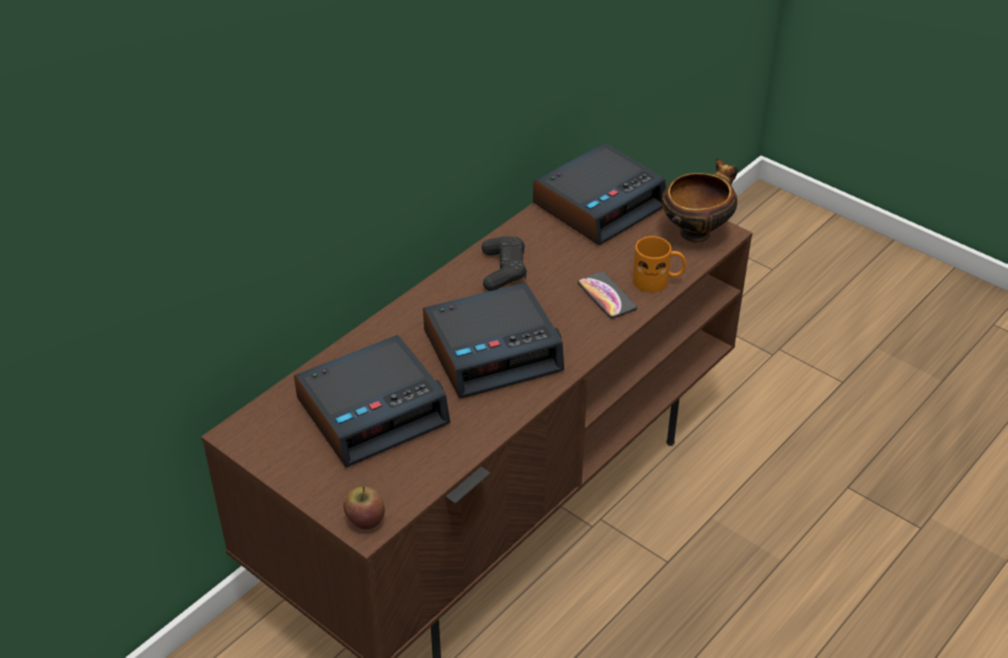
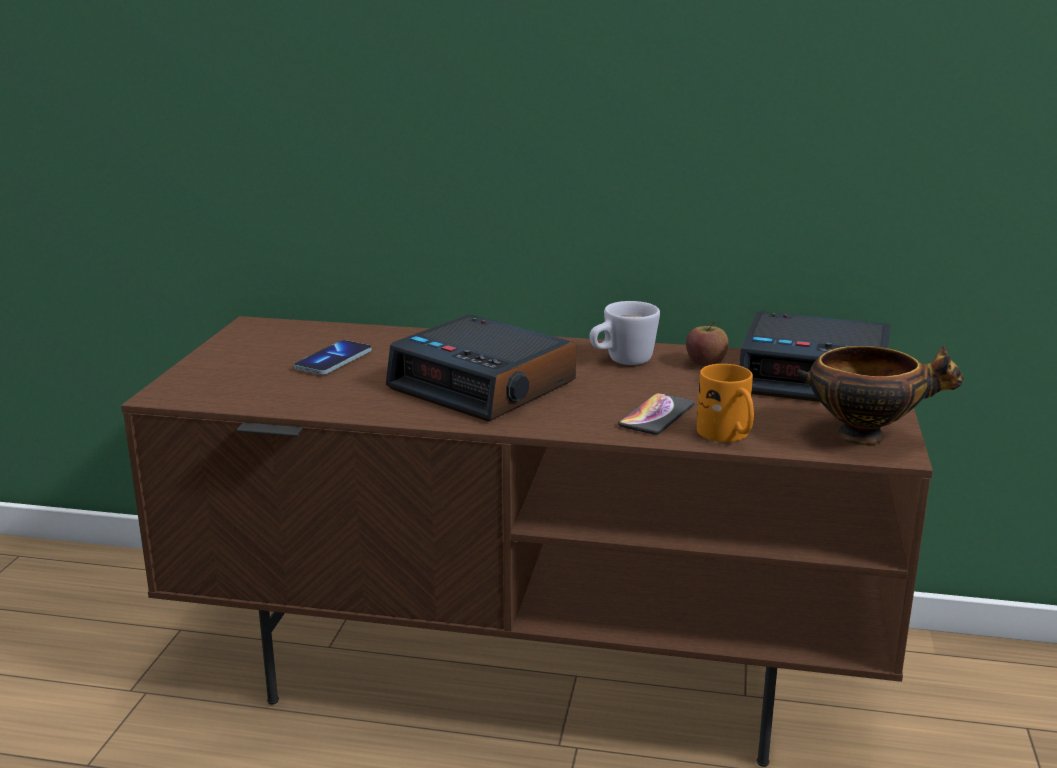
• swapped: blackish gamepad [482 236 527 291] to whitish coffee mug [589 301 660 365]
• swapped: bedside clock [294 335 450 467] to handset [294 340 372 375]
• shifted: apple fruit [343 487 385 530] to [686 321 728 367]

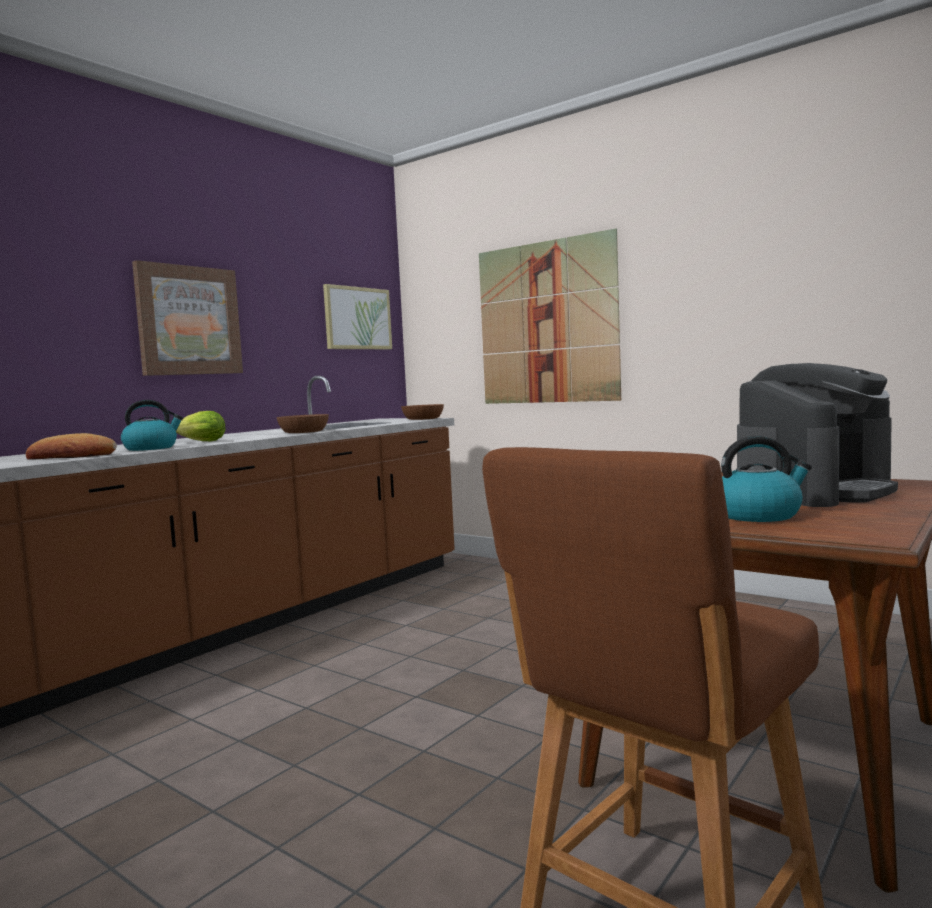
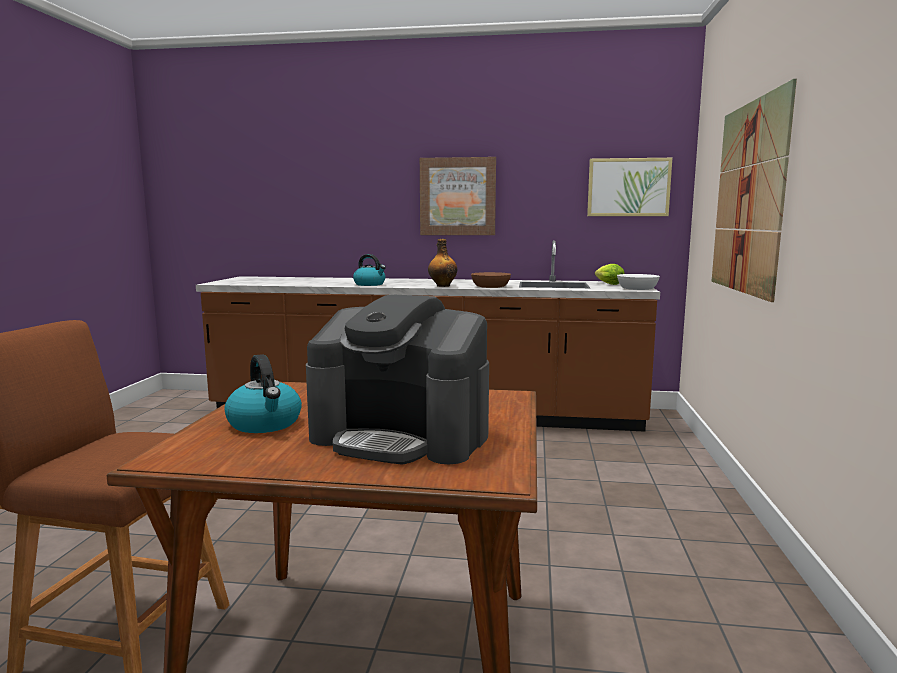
• repainted: brown-coloured deep dish [401 404 444 420] to whitish deep dish [617 274 660 290]
• shifted: head of lettuce [176 411 225 441] to [595 264 625 285]
• gone: bakery bread [26 433 117 460]
• new: bottle [428 239 457 287]

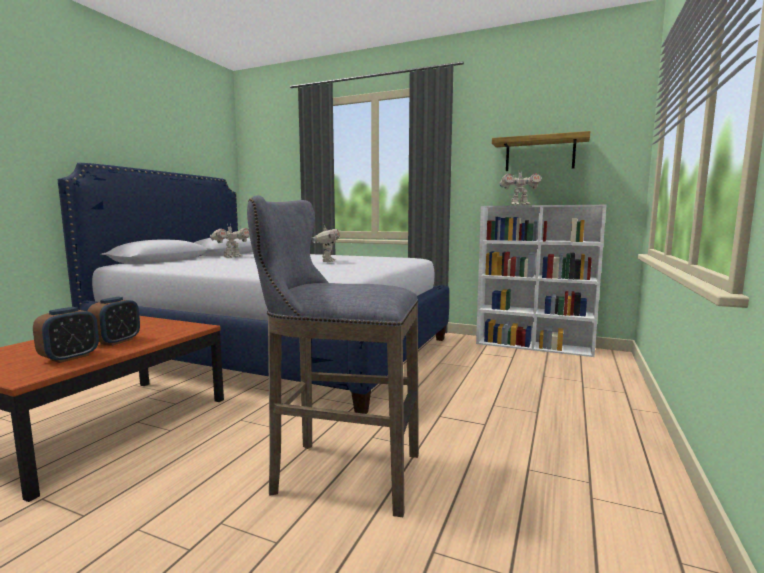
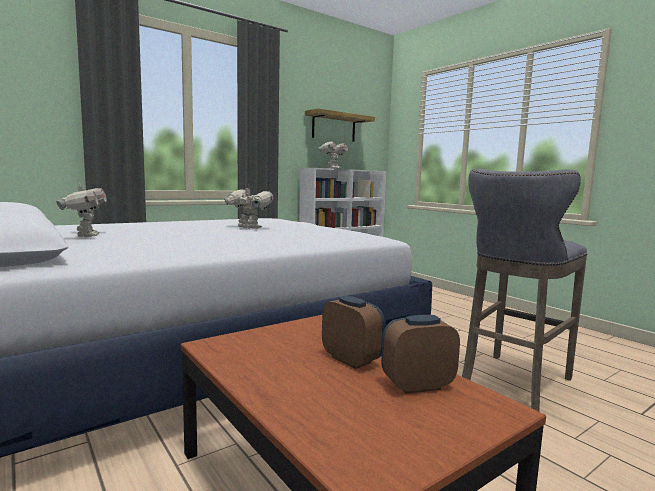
• rotated: bedside clock [33 307 99 363] = [381 315 460 394] 75 degrees counterclockwise

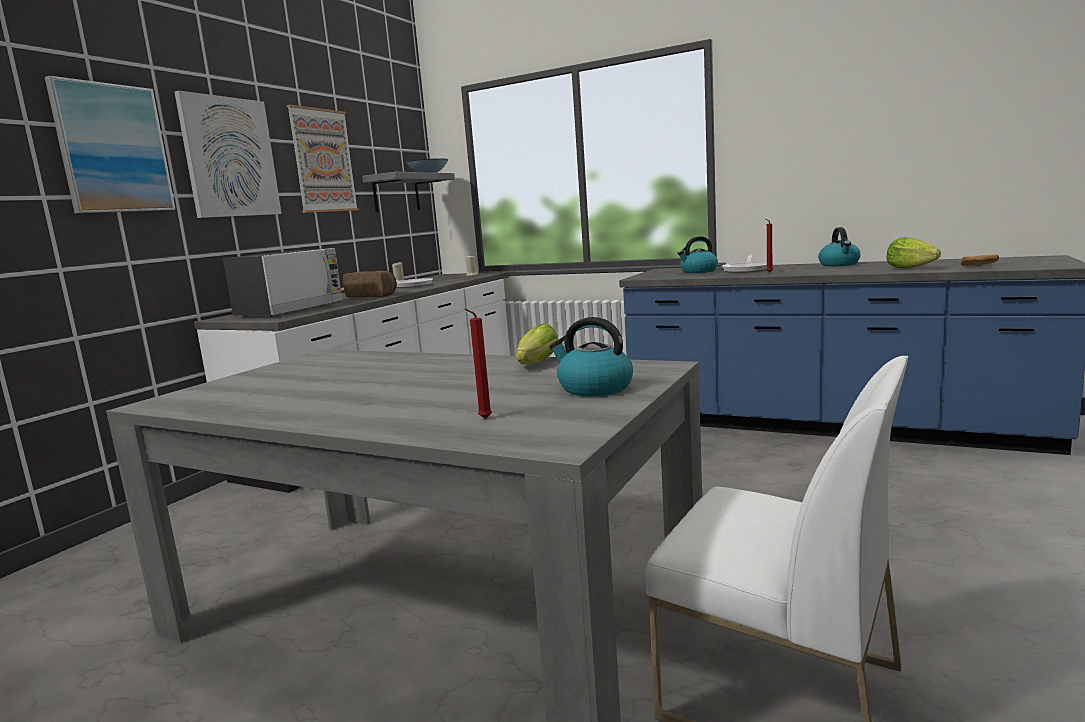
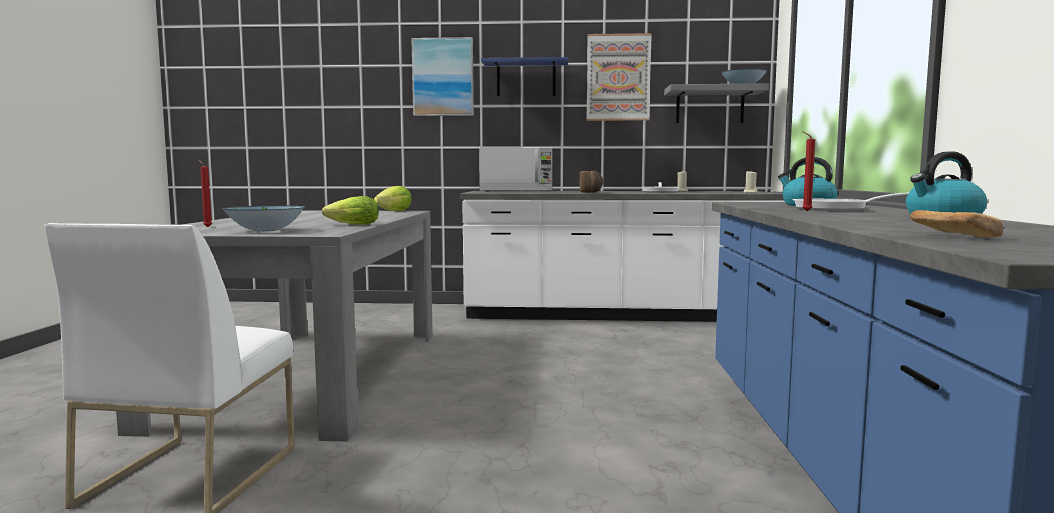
• swapped: wall art [174 91 282 218] to blue-coloured shelf [481 57 568 96]
• shifted: head of lettuce [887 237 941 269] to [374 186 412 211]
• swapped: tea kettle [549 317 633 396] to deep dish [223 205 304 232]

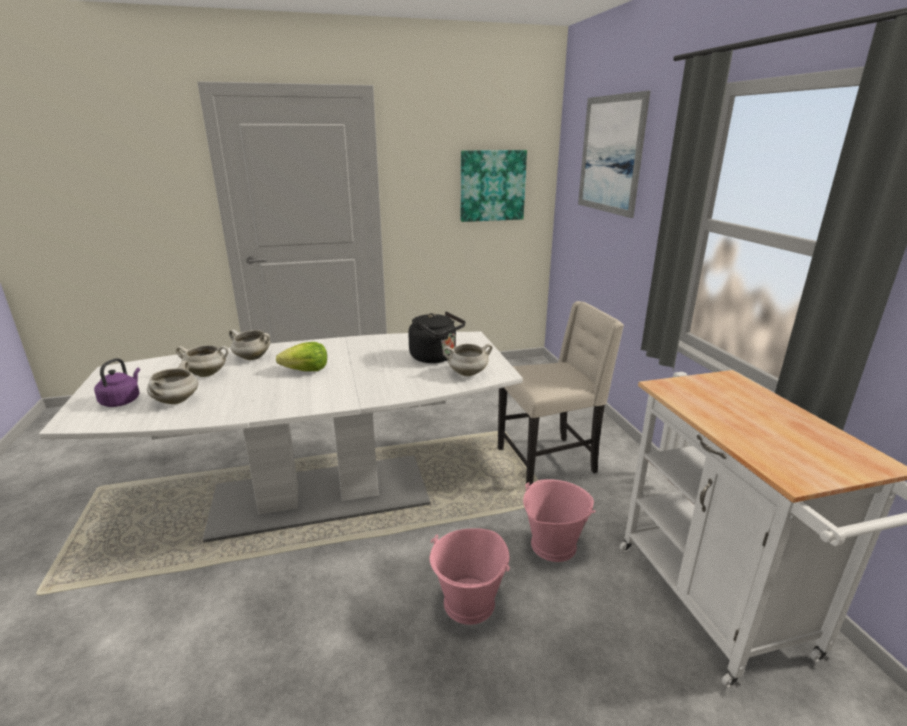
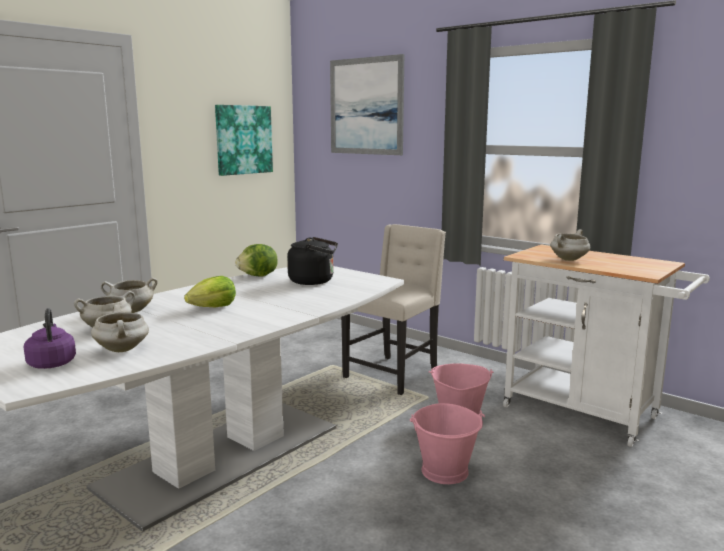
• shifted: whitish cooking pot [443 344 492 376] to [550 229 590 261]
• new: head of lettuce [235 244 278 277]

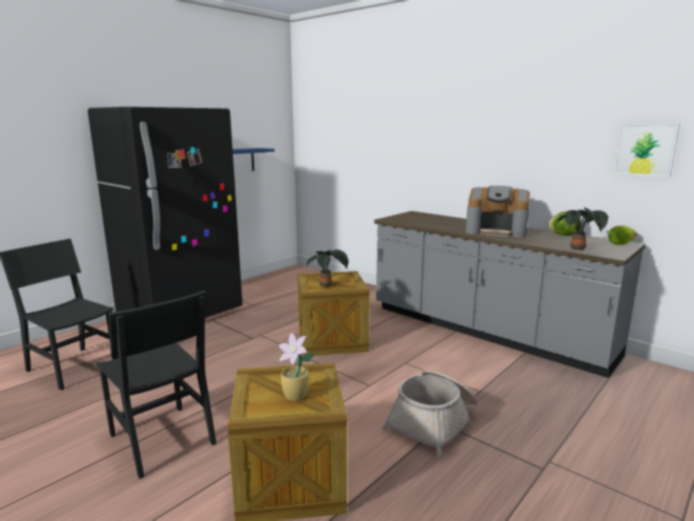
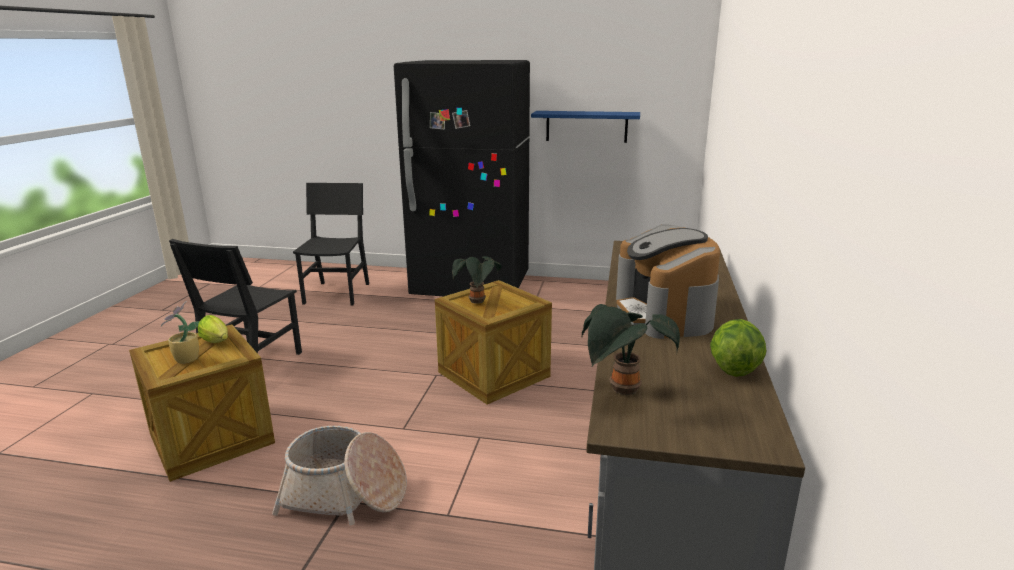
• gone: wall art [613 124 680 177]
• shifted: head of lettuce [608 226 637 245] to [198 315 228 343]

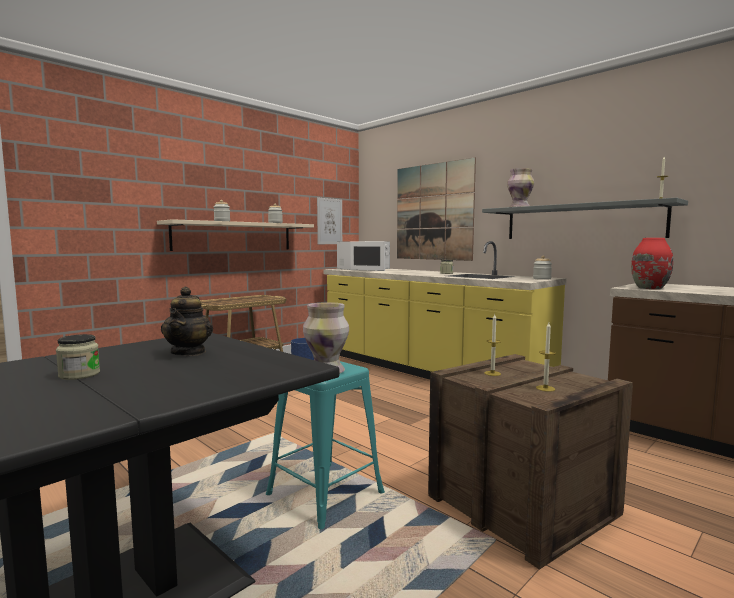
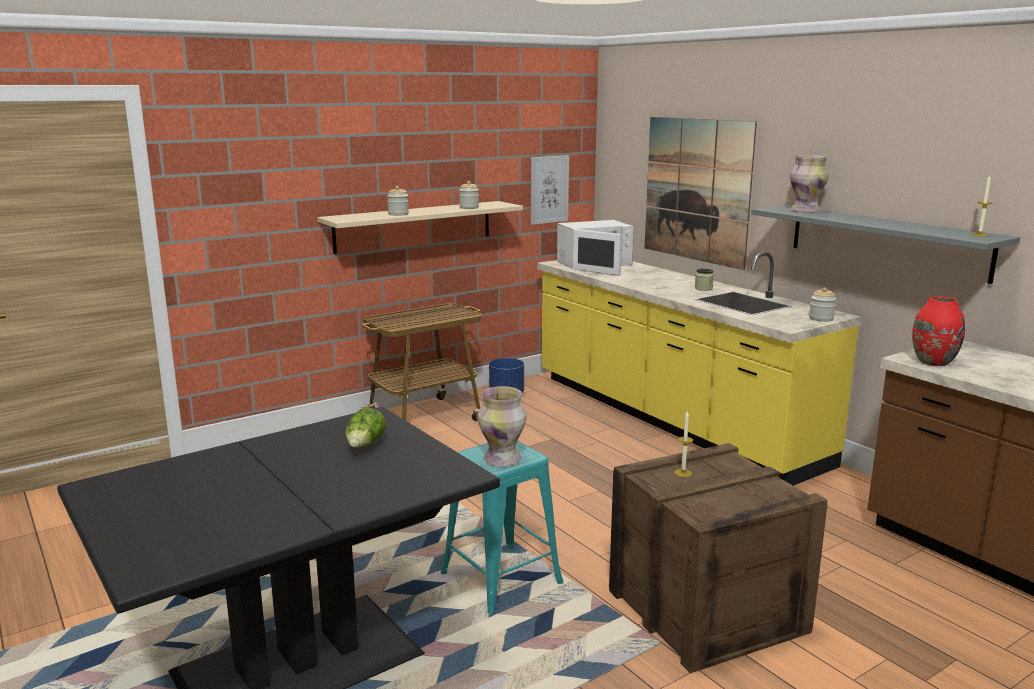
• swapped: teapot [161 287 213 356] to head of lettuce [345 408 386 448]
• gone: wax candle [536 323 556 392]
• gone: preserve jar [56 334 100 380]

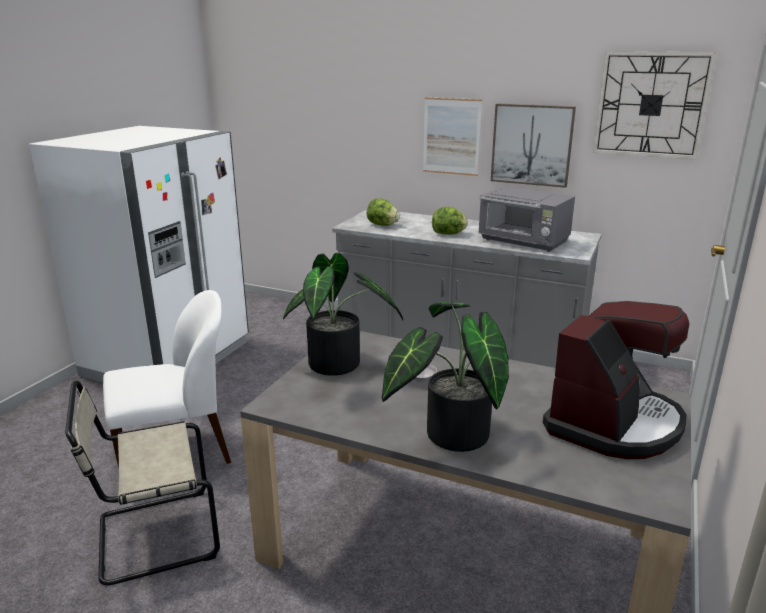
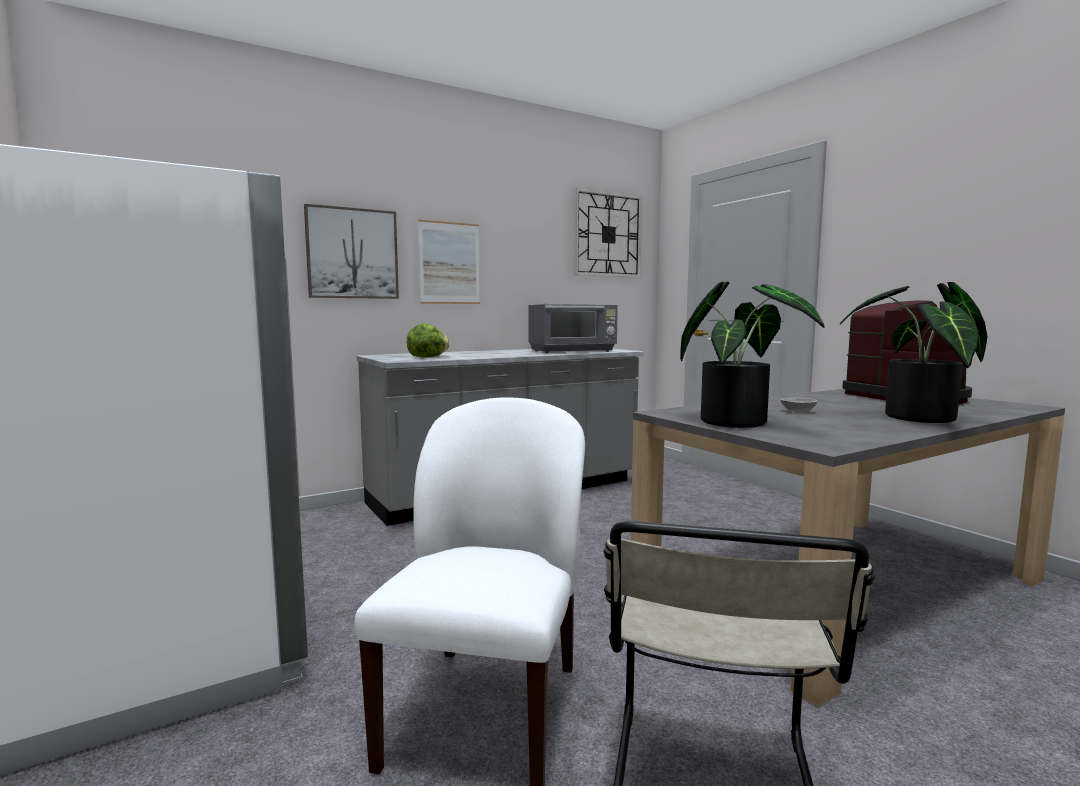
• shifted: wall art [491 103 576 188] to [304 204 399 299]
• gone: head of lettuce [432 207 468 235]

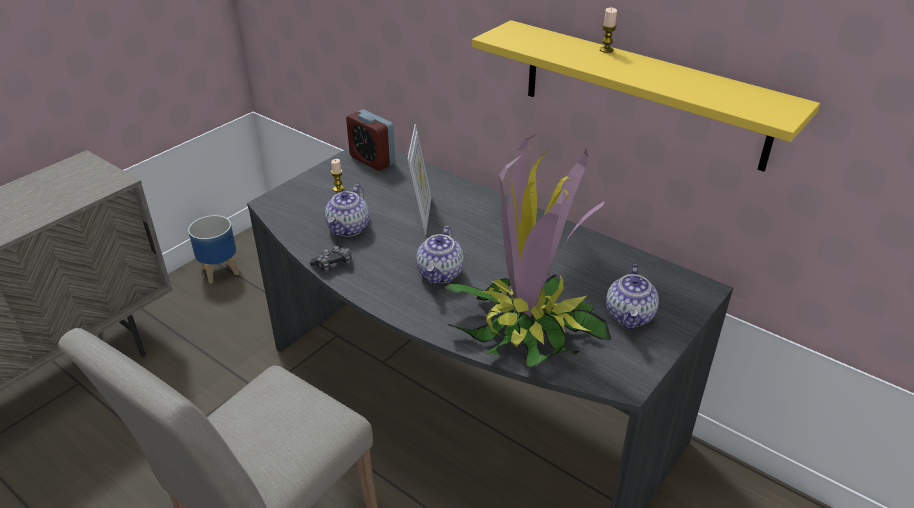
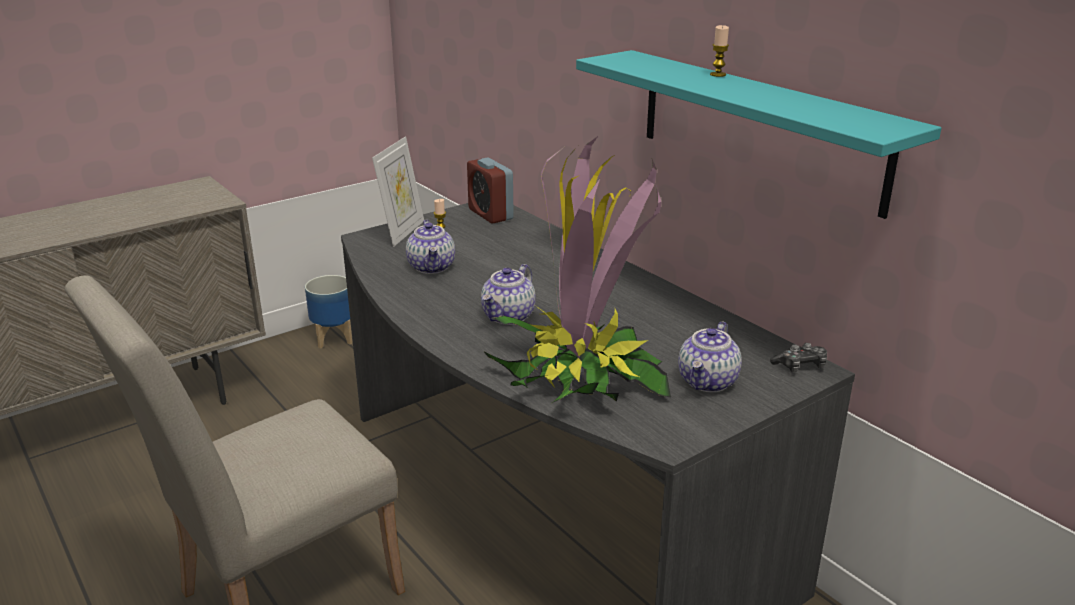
• repainted: yellow shelf [472 20 820 172] to blue-green shelf [576 50 942 219]
• shifted: photo frame [408 124 432 235] to [372 137 424 247]
• rotated: teapot [325 185 369 237] = [406 220 455 274] 45 degrees counterclockwise
• shifted: gamepad [310 246 351 272] to [770 343 827 372]

